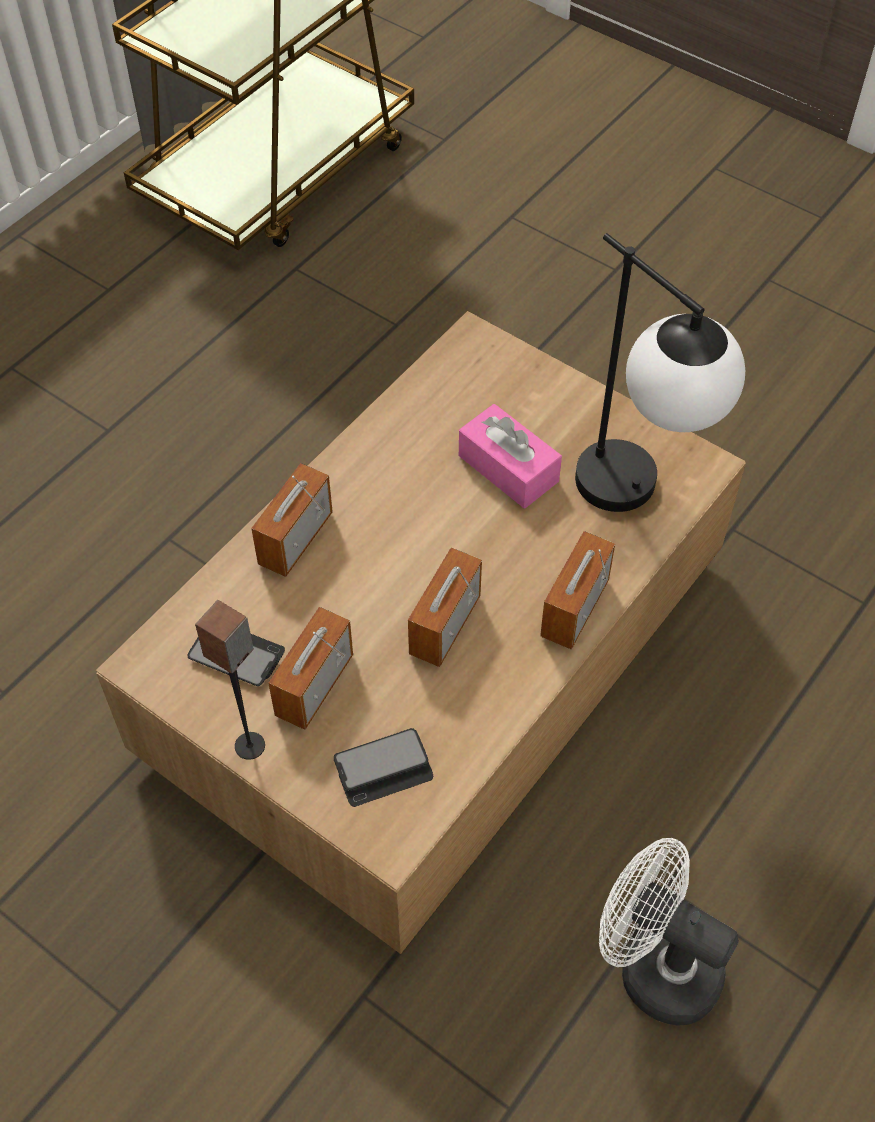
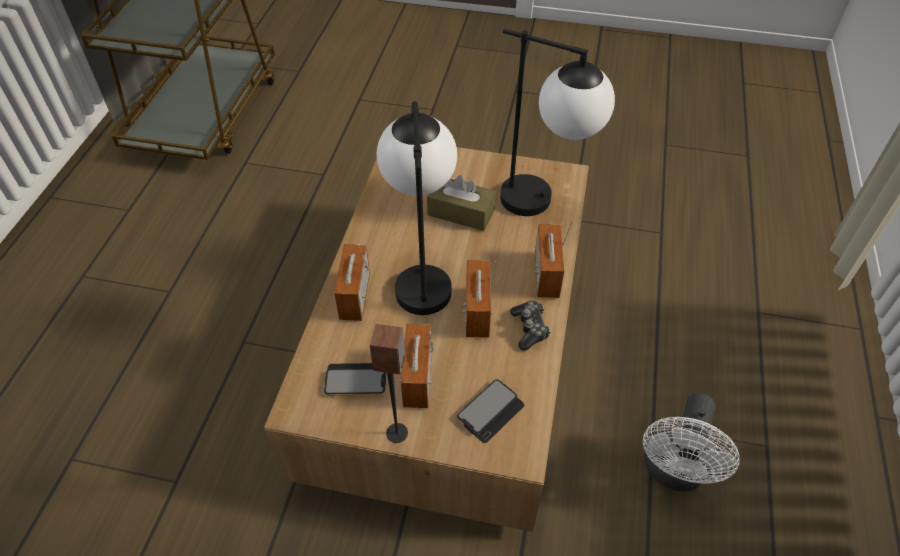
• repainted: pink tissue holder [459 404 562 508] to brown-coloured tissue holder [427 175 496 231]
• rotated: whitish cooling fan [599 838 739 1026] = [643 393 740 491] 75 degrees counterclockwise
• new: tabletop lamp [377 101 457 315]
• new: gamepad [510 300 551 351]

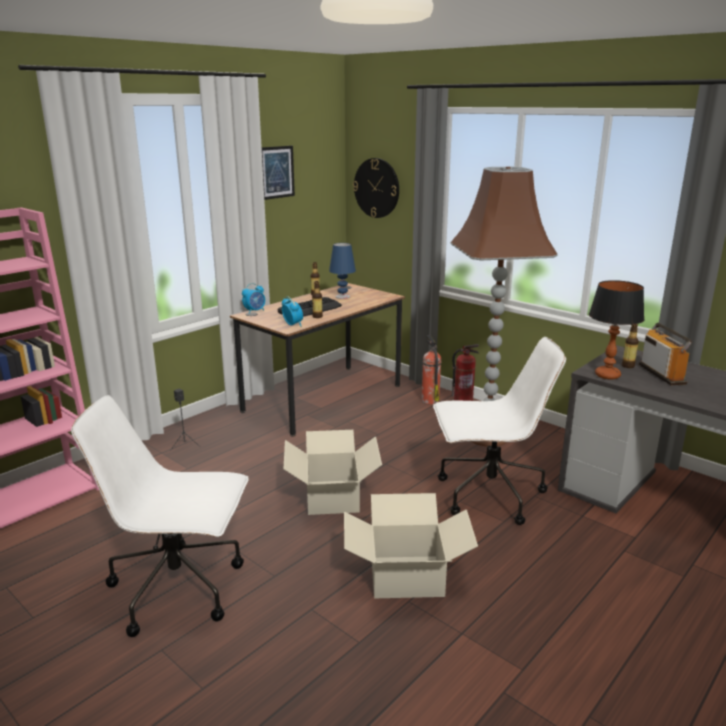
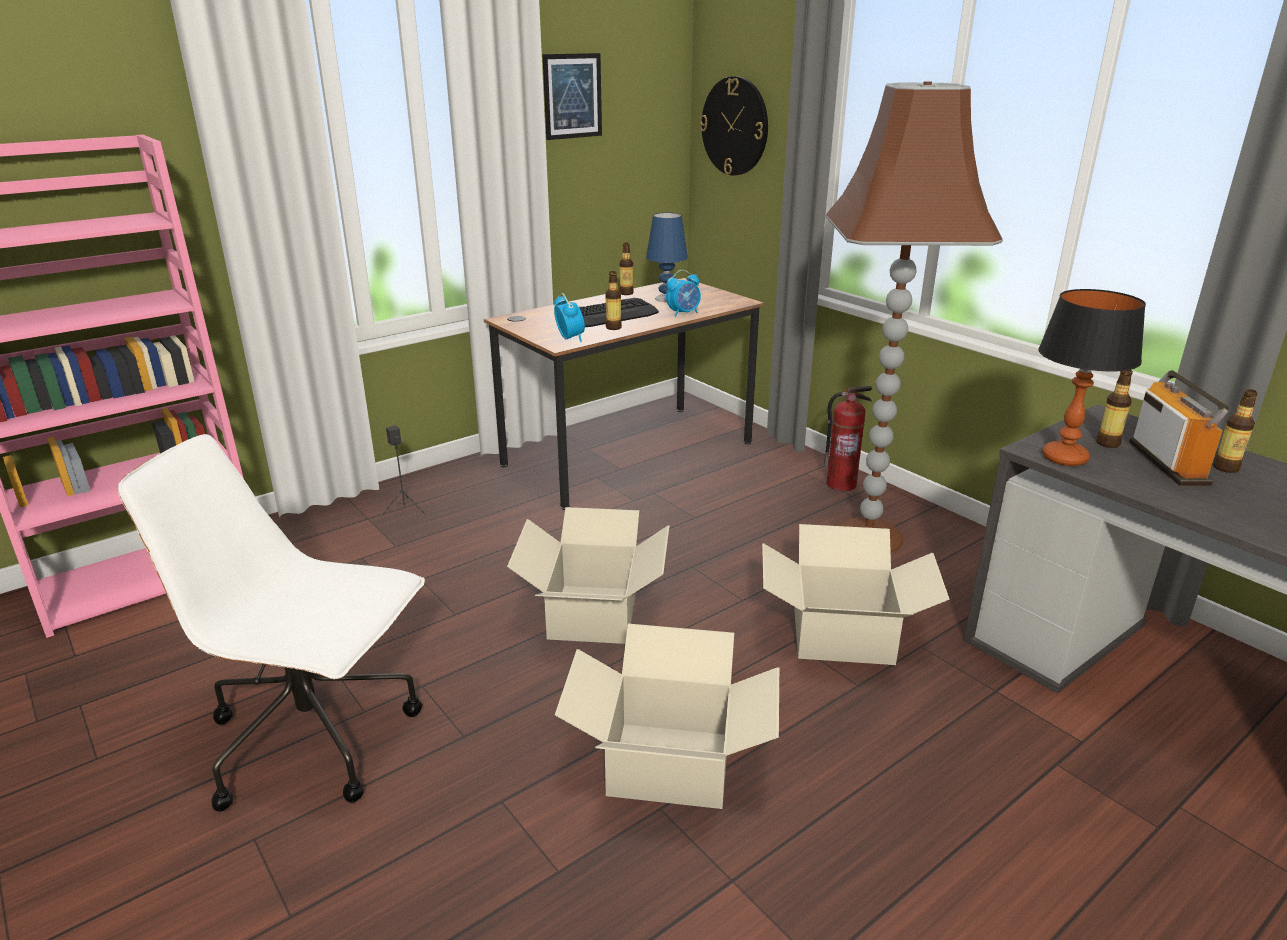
• shifted: bedside clock [242 283 265 314] to [666 270 701 317]
• gone: extinguisher [422 335 441 405]
• swapped: whitish office chair [433 337 566 525] to packing box [762 524 950 665]
• new: bottle [1213 389 1258 473]

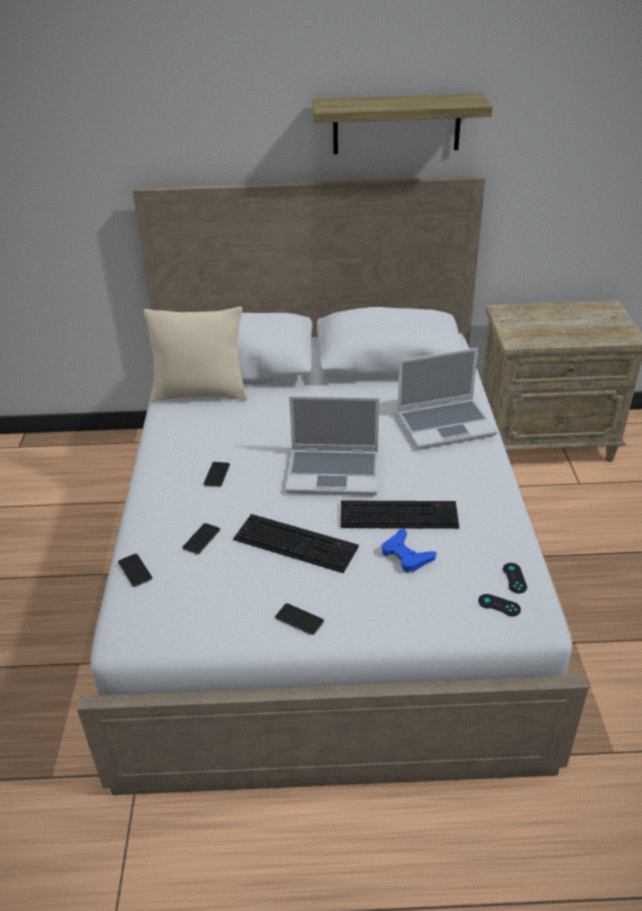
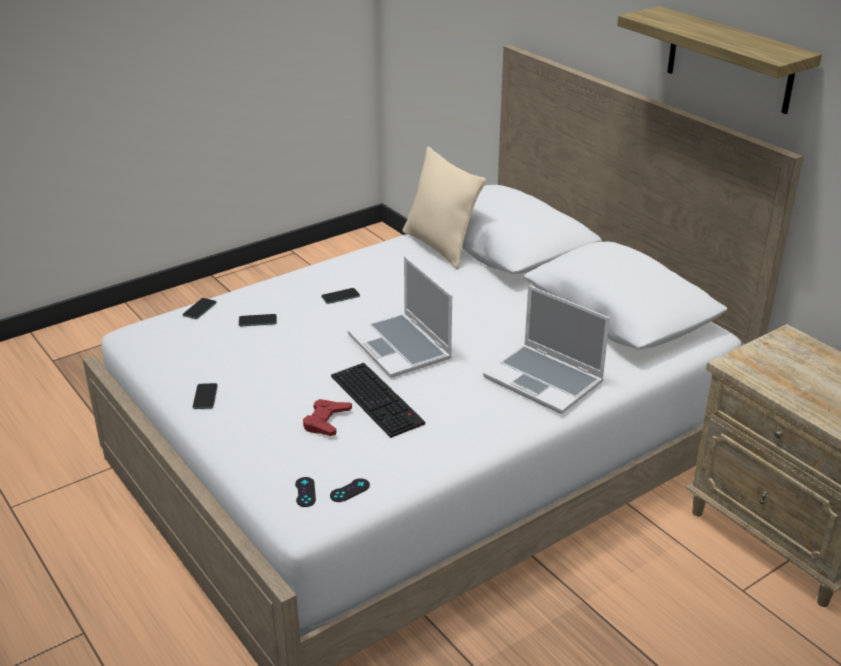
• gone: keyboard [233 514 359 573]
• repainted: blue-coloured gamepad [381 528 436 573] to reddish gamepad [303 399 352 436]

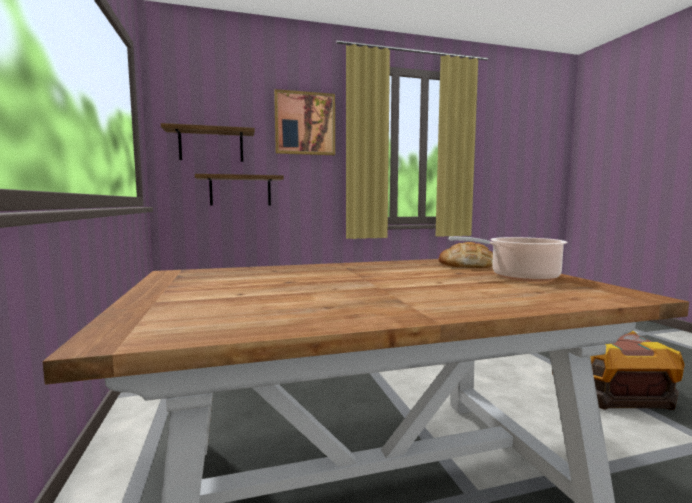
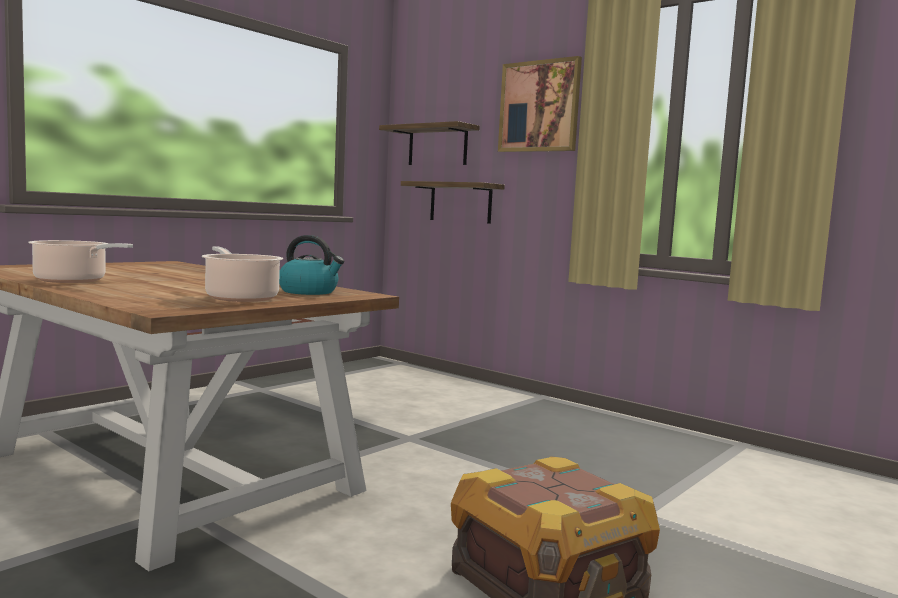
• swapped: bakery bread [439 242 493 268] to tea kettle [279 235 344 295]
• new: cooking pot [28 240 133 283]

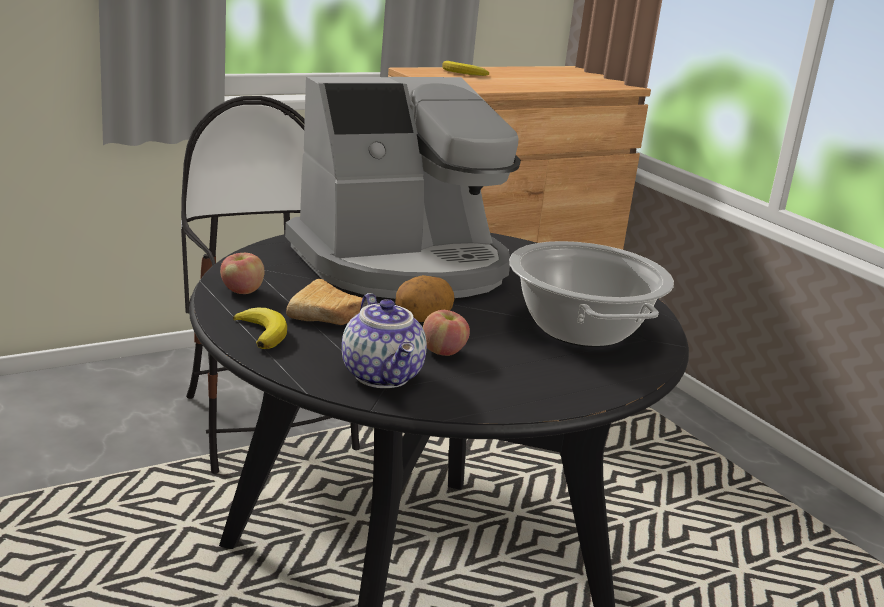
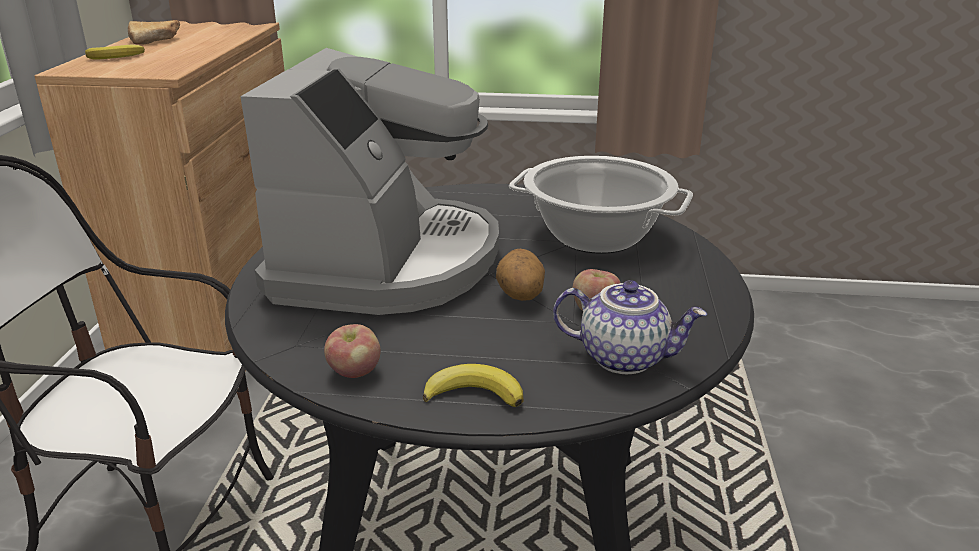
• shifted: bakery bread [286 279 363 325] to [128 20 180 45]

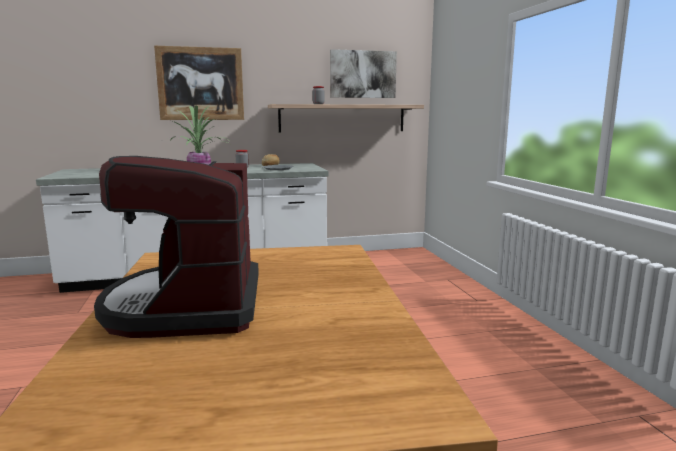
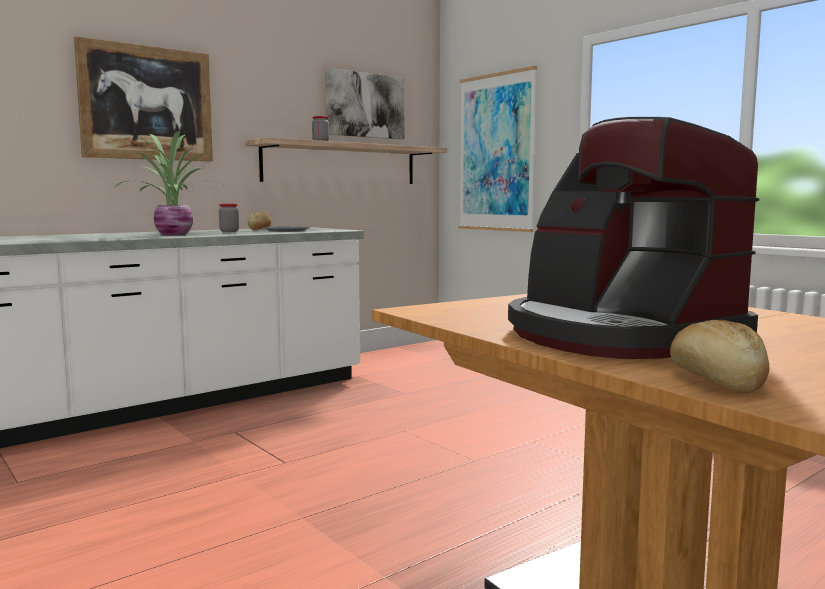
• new: wall art [459 66 537 232]
• new: bakery bread [670 320 770 393]

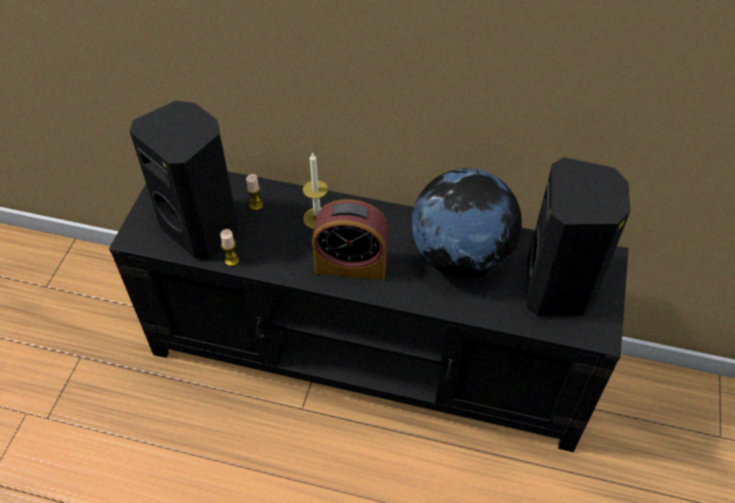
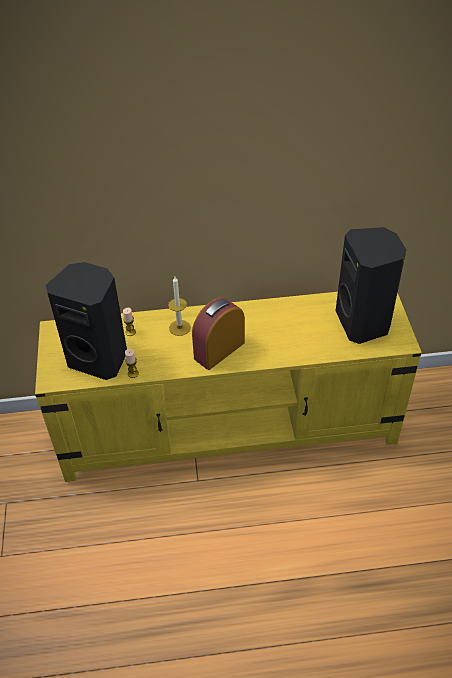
• gone: desk globe [412 168 522 278]
• repainted: blackish media console [109 171 629 452] to yellow media console [35 292 422 482]
• rotated: bedside clock [312 199 388 280] = [192 298 245 370] 150 degrees clockwise

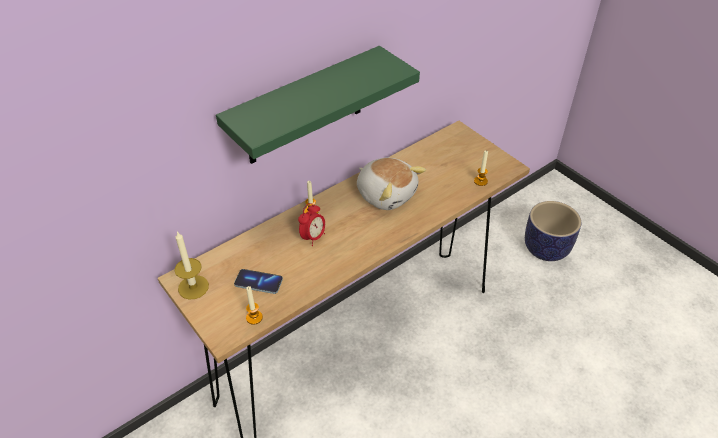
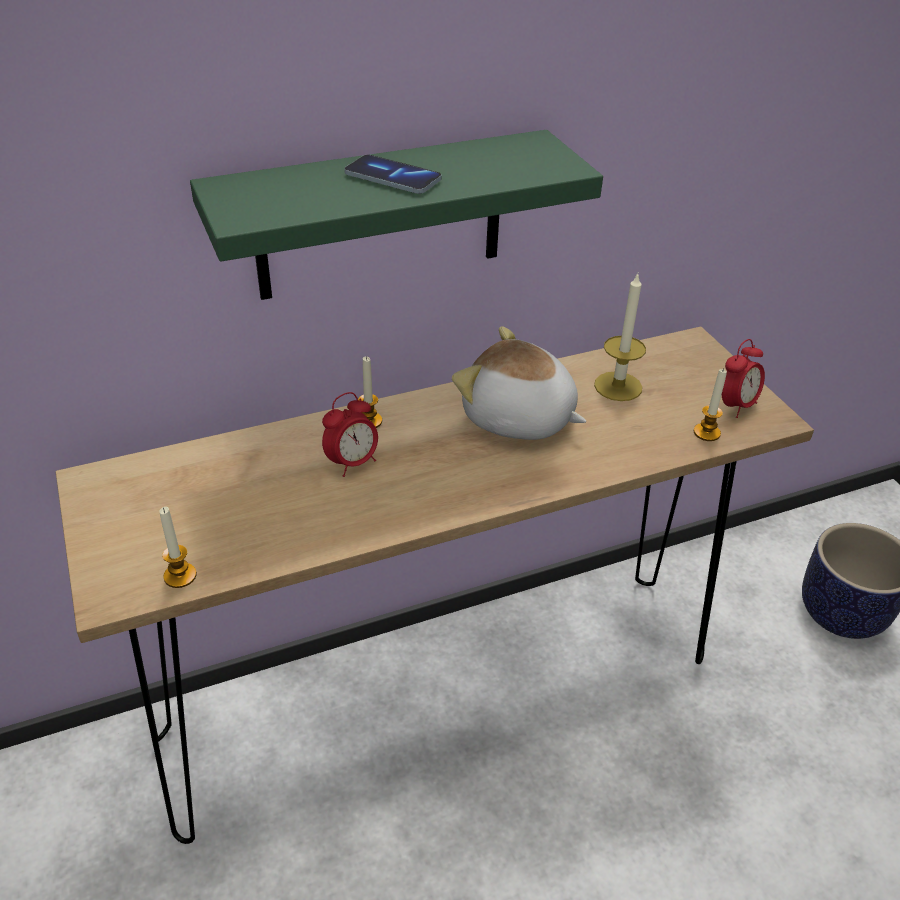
• rotated: plush toy [357 157 426 210] = [452 326 587 440] 150 degrees clockwise
• shifted: wax candle [174 231 209 299] to [594 273 646 401]
• shifted: handset [234 269 283 294] to [344 155 441 194]
• new: bedside clock [722 339 765 418]

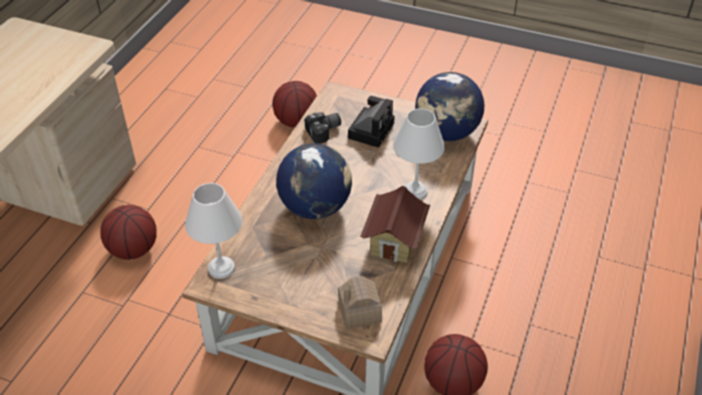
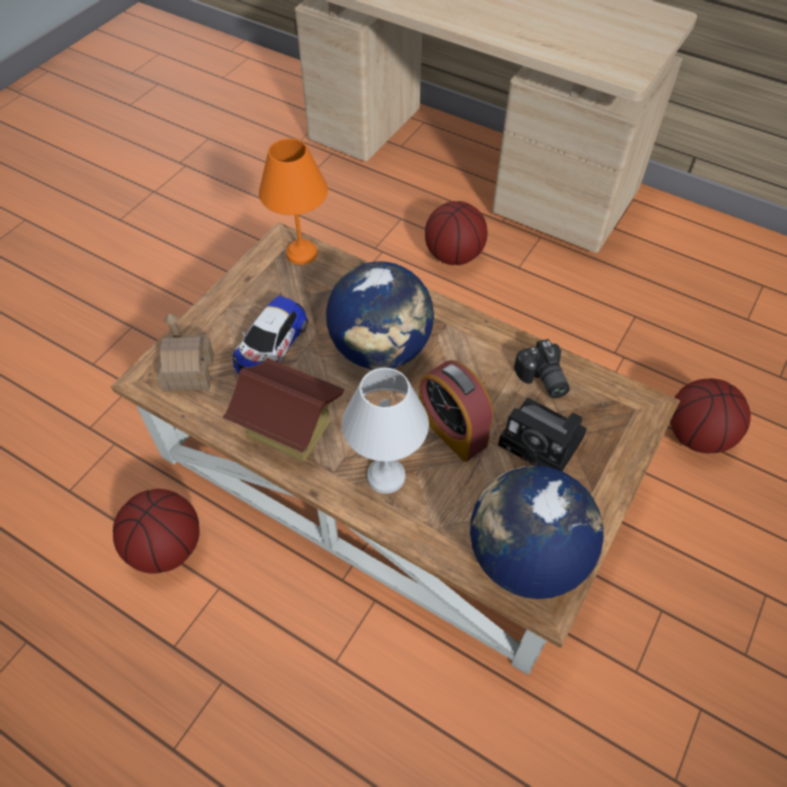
• repainted: whitish tabletop lamp [185 183 242 279] to orangey tabletop lamp [259 138 328 265]
• new: model car [233 296 308 374]
• new: bedside clock [419 360 493 462]

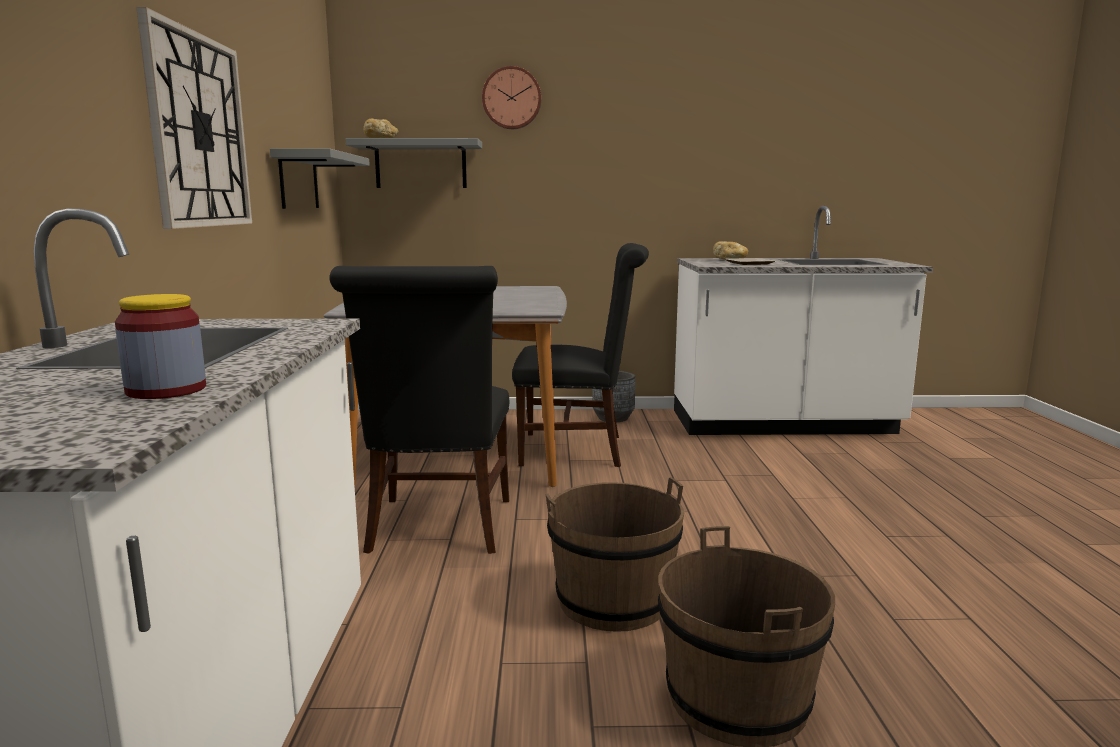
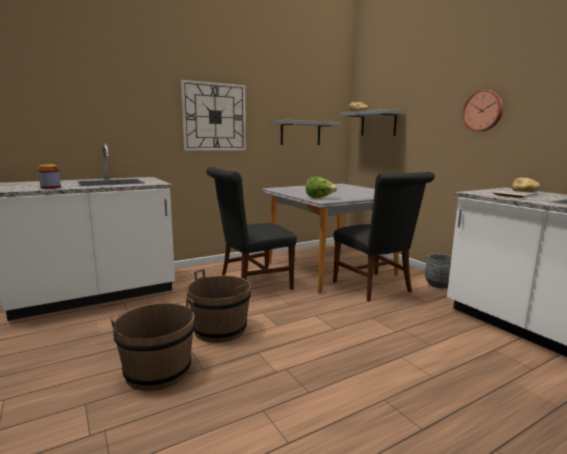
• shifted: clock on the wall [482 66 541 129] to [462 90 503 132]
• new: head of lettuce [306 177 338 198]

